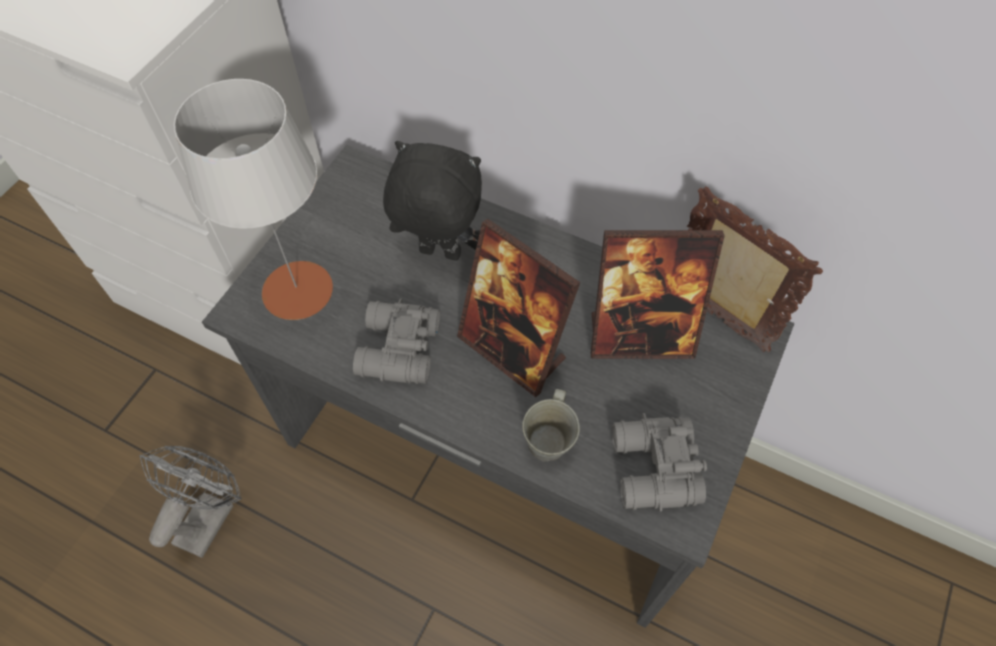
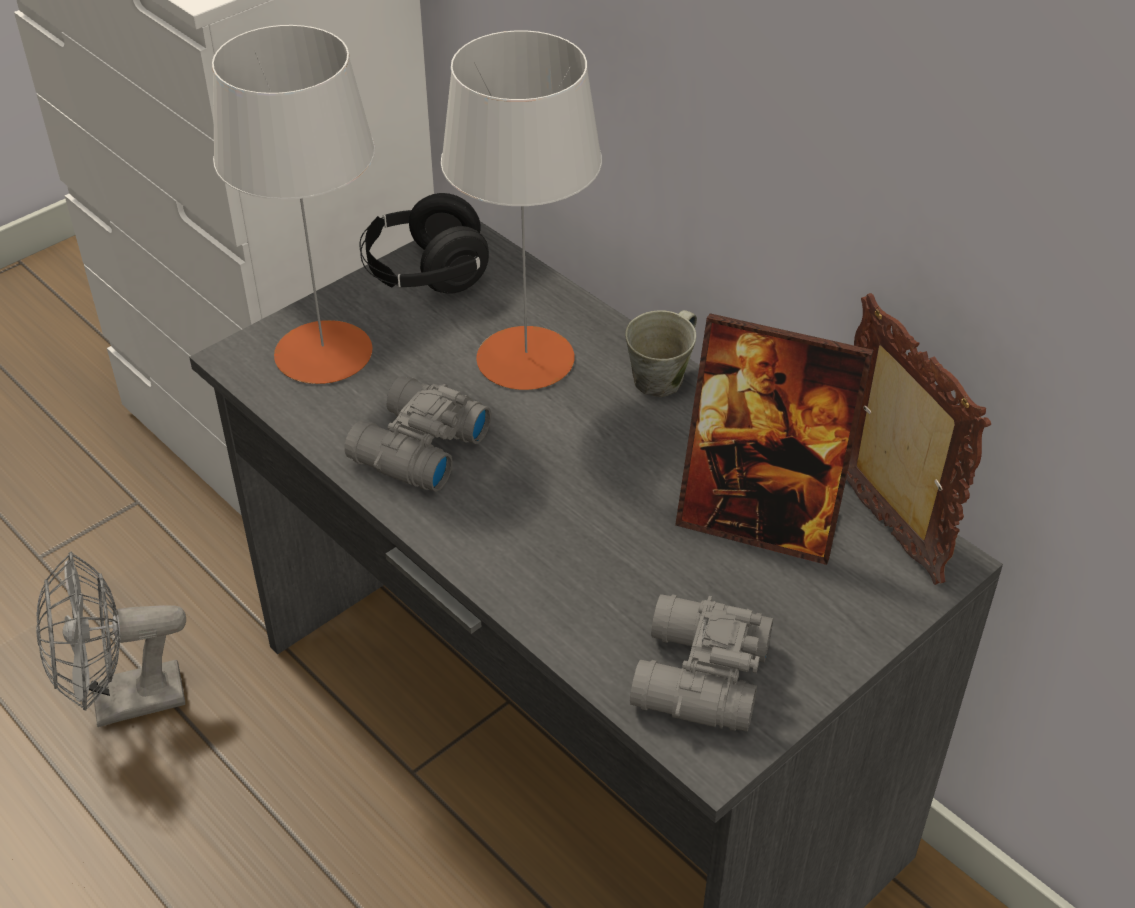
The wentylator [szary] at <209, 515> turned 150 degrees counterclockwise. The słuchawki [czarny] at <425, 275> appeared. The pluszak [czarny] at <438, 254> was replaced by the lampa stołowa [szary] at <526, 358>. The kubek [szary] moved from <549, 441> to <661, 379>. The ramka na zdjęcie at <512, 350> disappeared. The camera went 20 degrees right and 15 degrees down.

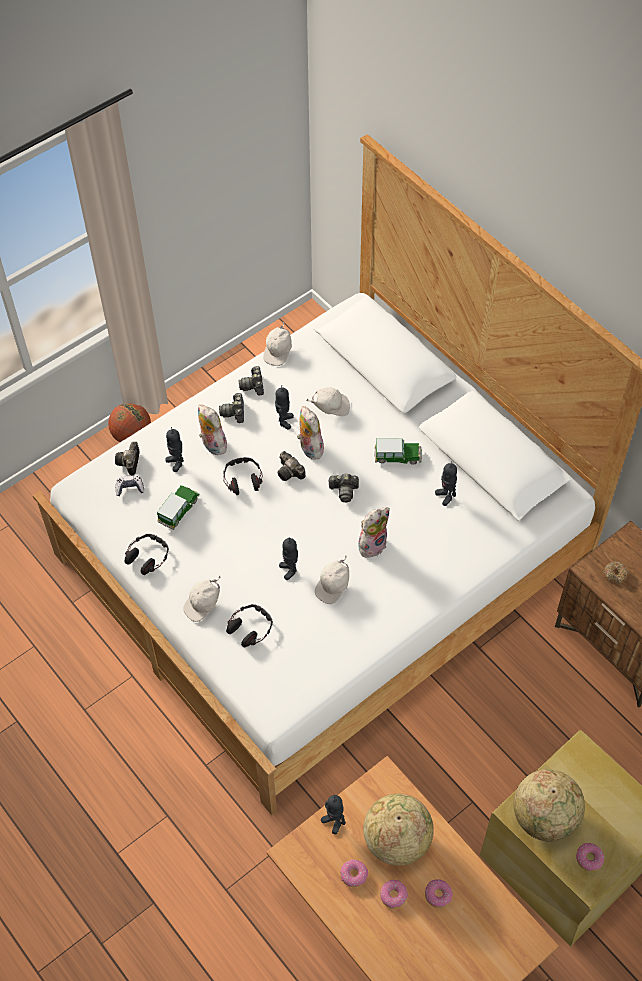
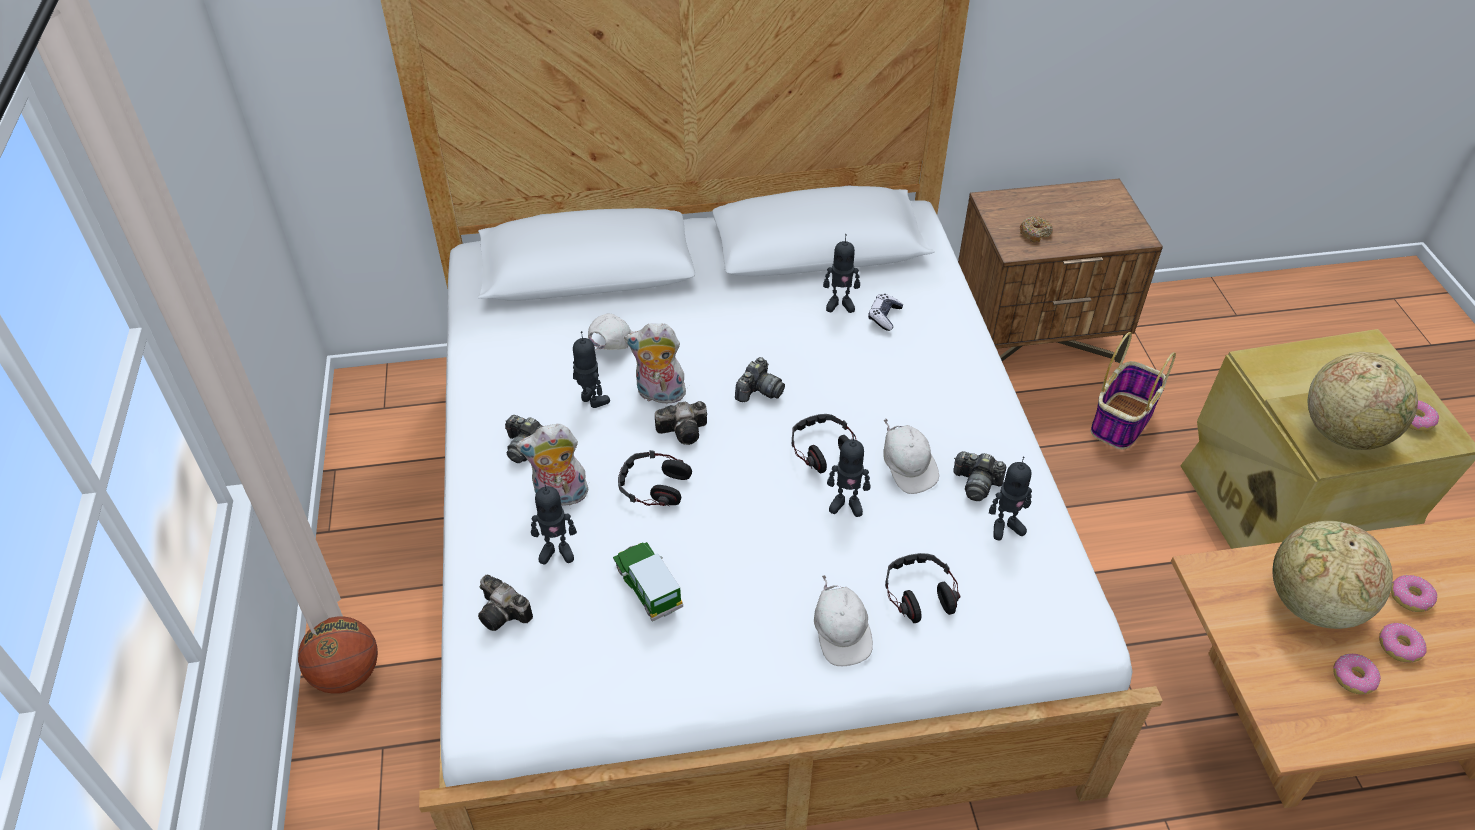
The słuchawki moved from <147, 556> to <823, 449>. The pad do gier moved from <130, 488> to <884, 316>. The aparat fotograficzny moved from <253, 386> to <976, 484>. The robot zabawkowy moved from <334, 821> to <1005, 527>. The koszyk at <1122, 420> appeared. The czapka z daszkiem [biały] at <278, 352> disappeared. The pluszak at <372, 544> disappeared. The samochodzik at <398, 456> disappeared. The camera went 60 degrees left and 10 degrees down.

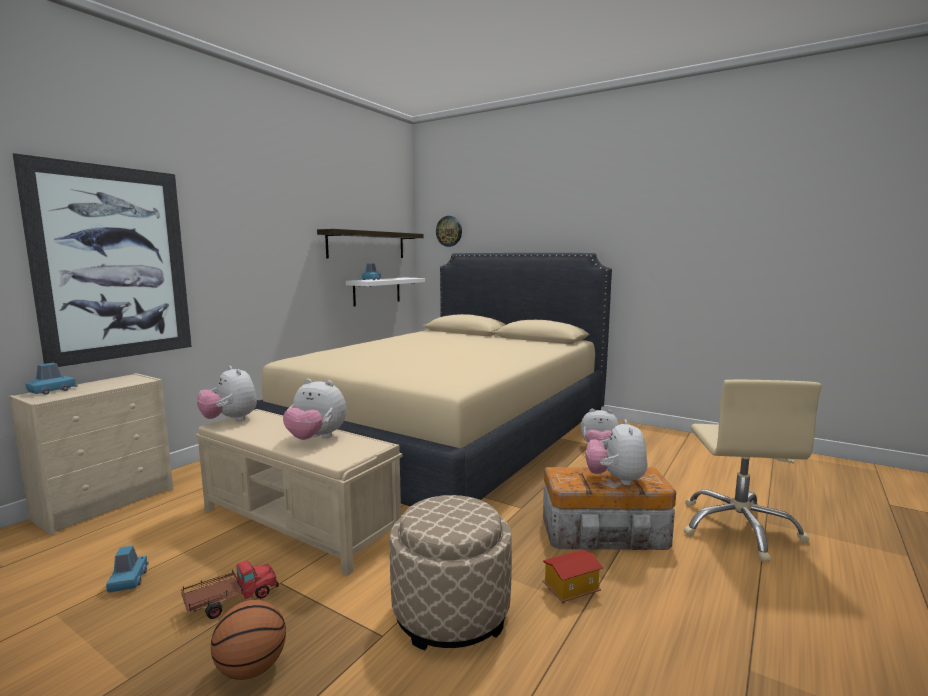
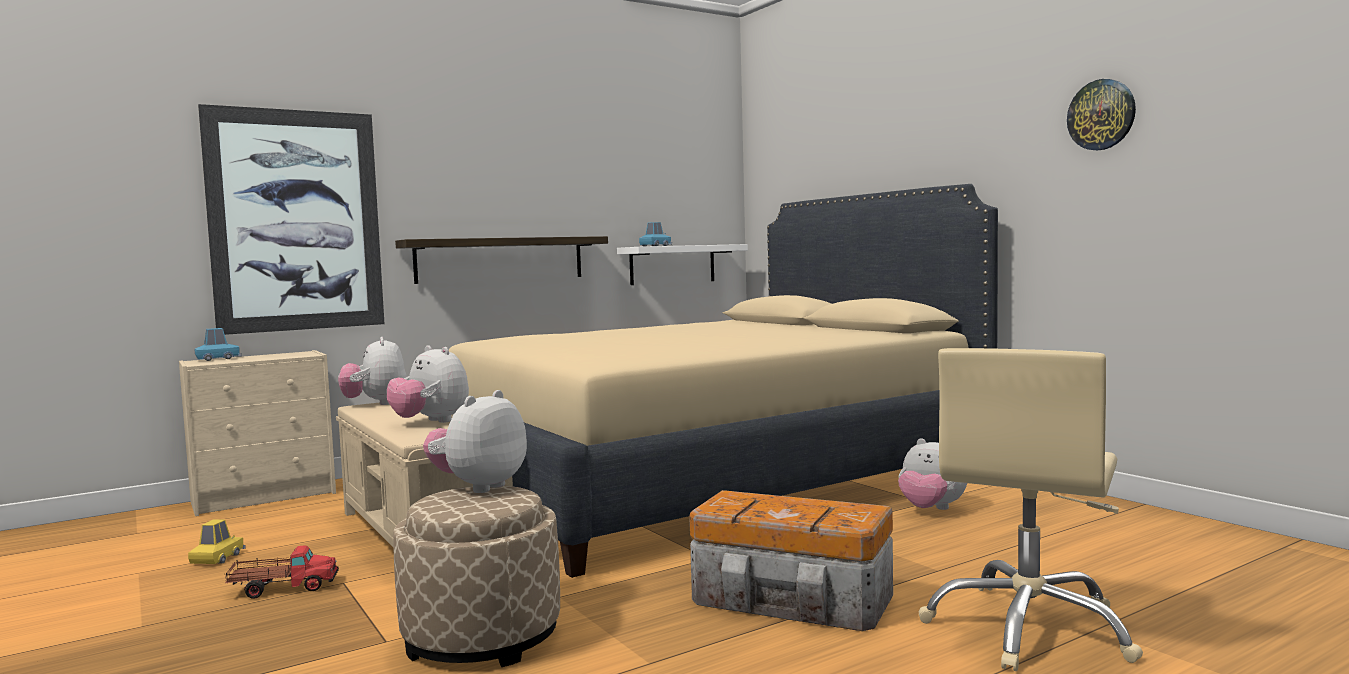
The samochodzik [niebieski] at <128, 580> became the samochodzik [żółty] at <217, 558>. The półka moved from <367, 245> to <500, 259>. The pluszak moved from <615, 480> to <478, 487>. The zegar ścienny moved from <449, 231> to <1101, 115>. The piłka do koszykówki at <252, 668> disappeared. The domek at <571, 590> disappeared. The camera went 25 degrees right and 5 degrees down.

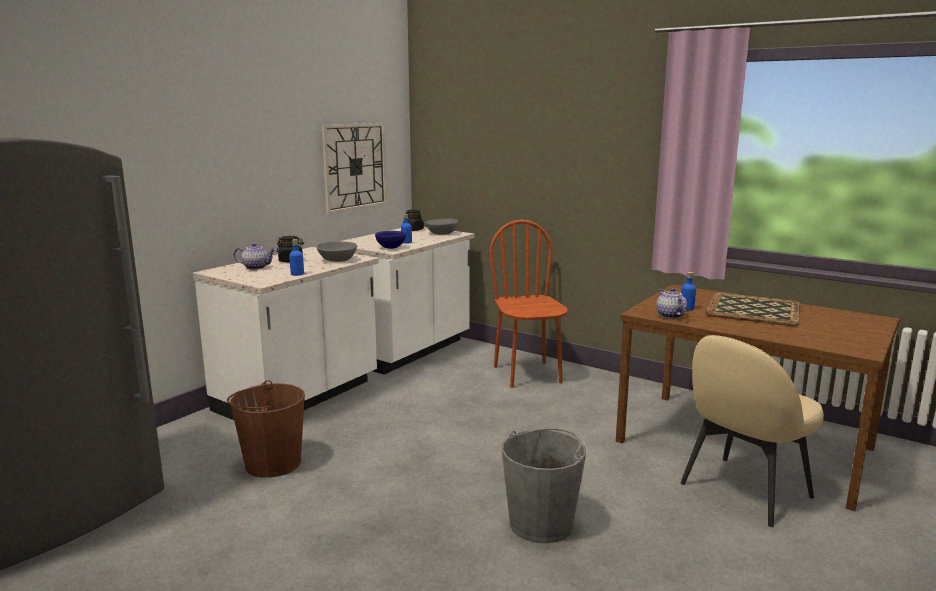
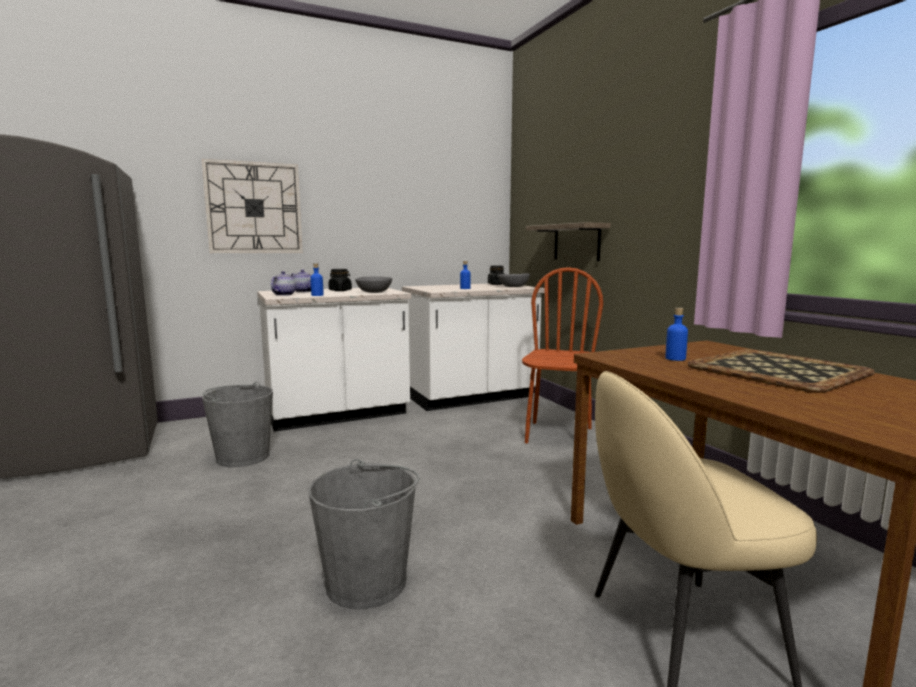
The zegar ścienny moved from <354, 166> to <254, 208>. The wiadro [brązowy] at <272, 463> became the wiadro [szary] at <242, 457>. The imbryk moved from <669, 316> to <283, 295>. The półka at <576, 242> appeared. The miska [niebieski] at <391, 248> disappeared. The camera went 30 degrees right and 5 degrees down.

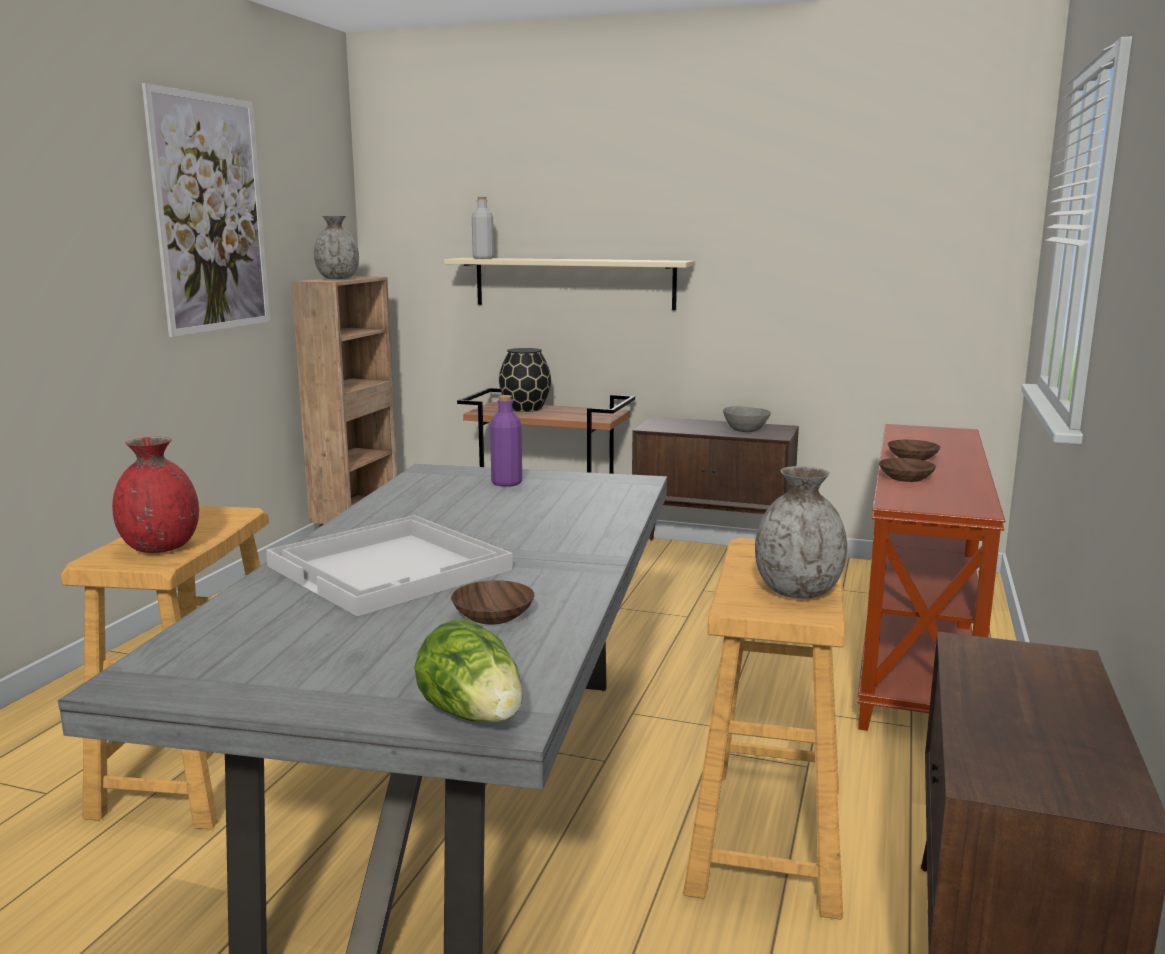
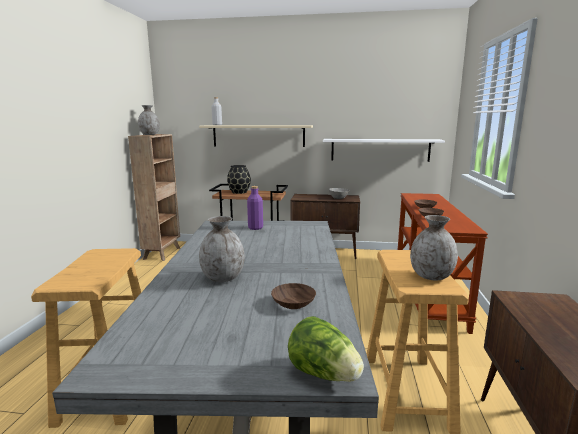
The taca [biały] at <392, 567> was replaced by the wazon [szary] at <223, 278>. The półka [biały] at <380, 150> appeared. The wazon [czerwony] at <160, 548> disappeared. The obraz at <211, 214> disappeared. The camera went 10 degrees left and 0 degrees up.

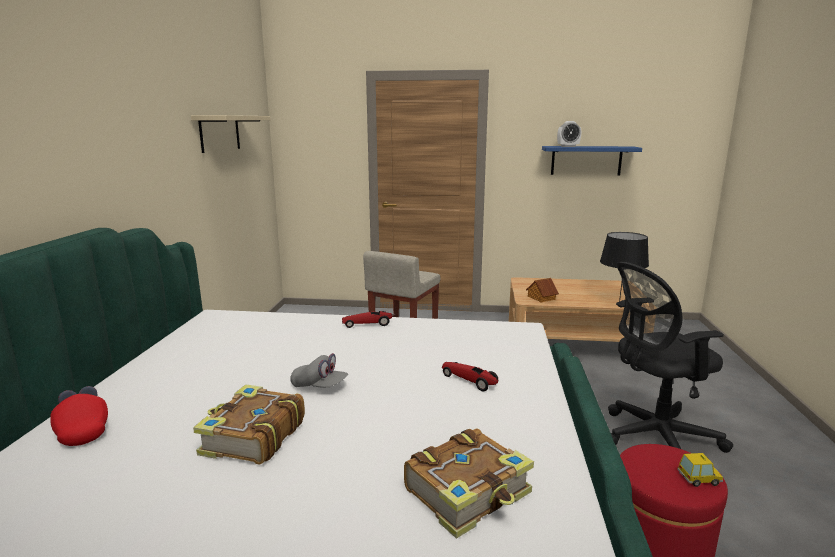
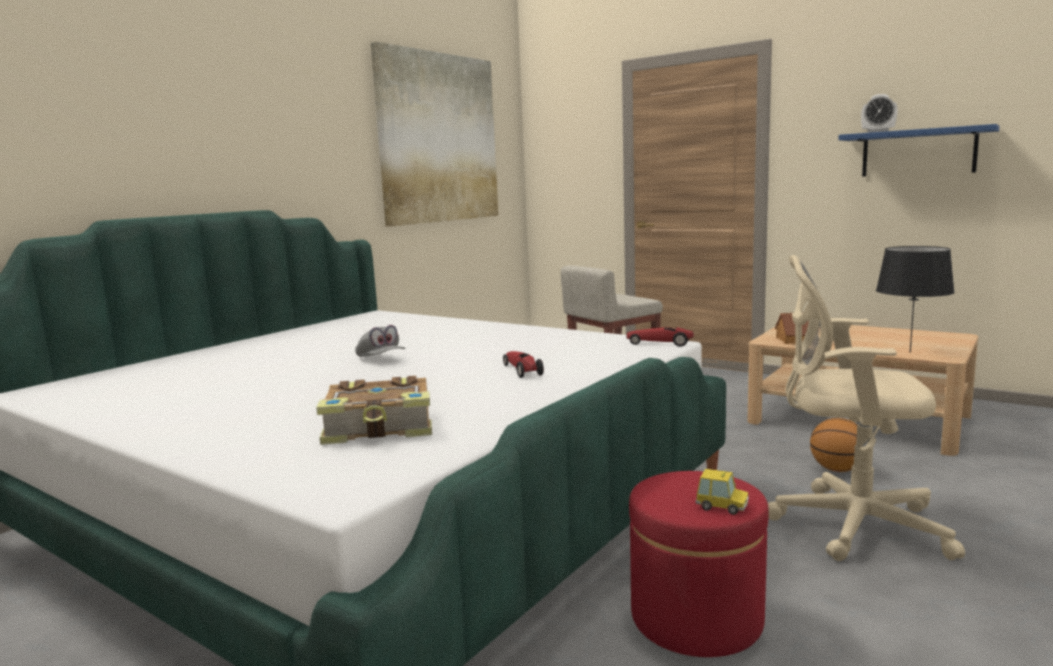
The półka [beżowy] at <220, 133> was replaced by the obraz at <438, 138>. The samochodzik moved from <367, 324> to <660, 344>. The krzesło biurowe [czarny] at <653, 438> became the krzesło biurowe [beżowy] at <850, 524>. The piłka do koszykówki at <837, 469> appeared. The czapka z daszkiem [czerwony] at <83, 430> disappeared. The książka at <252, 437> disappeared. The camera went 30 degrees right and 5 degrees down.

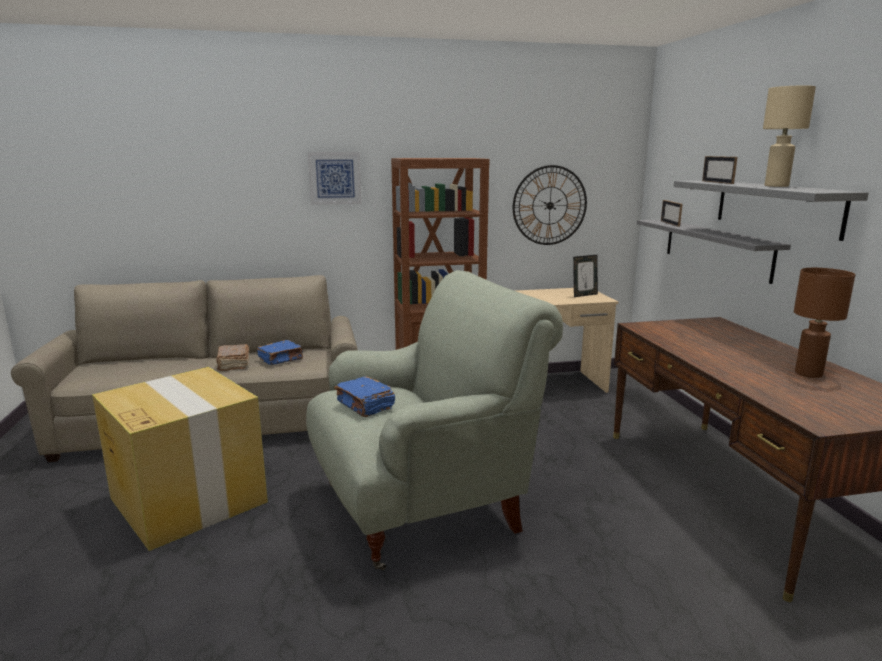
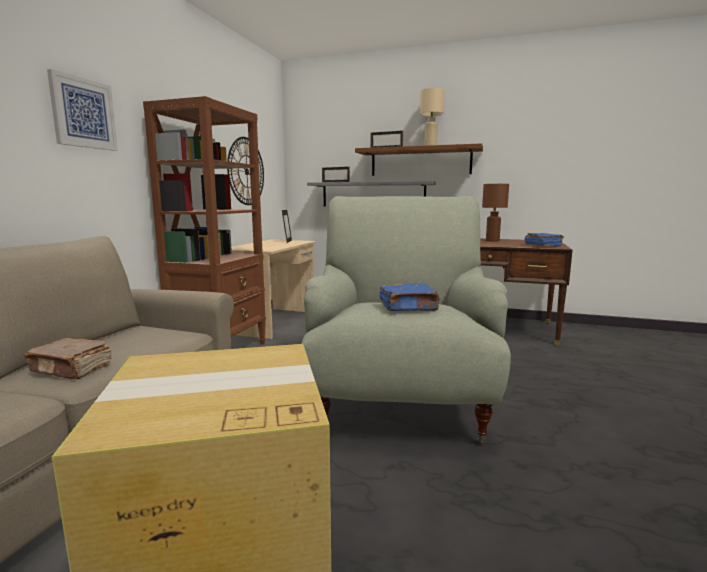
The półka [szary] at <776, 207> became the półka [brązowy] at <420, 162>. The książka [niebieski] moved from <281, 360> to <542, 246>. The camera went 60 degrees left and 5 degrees down.

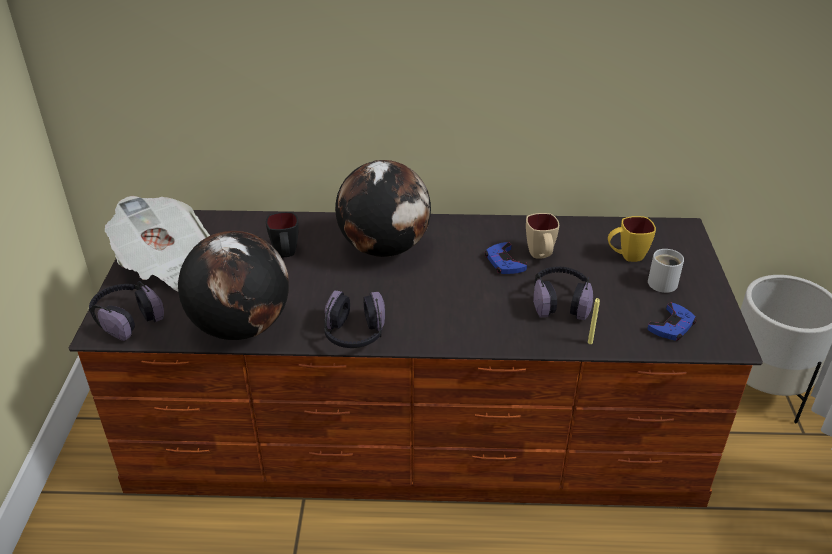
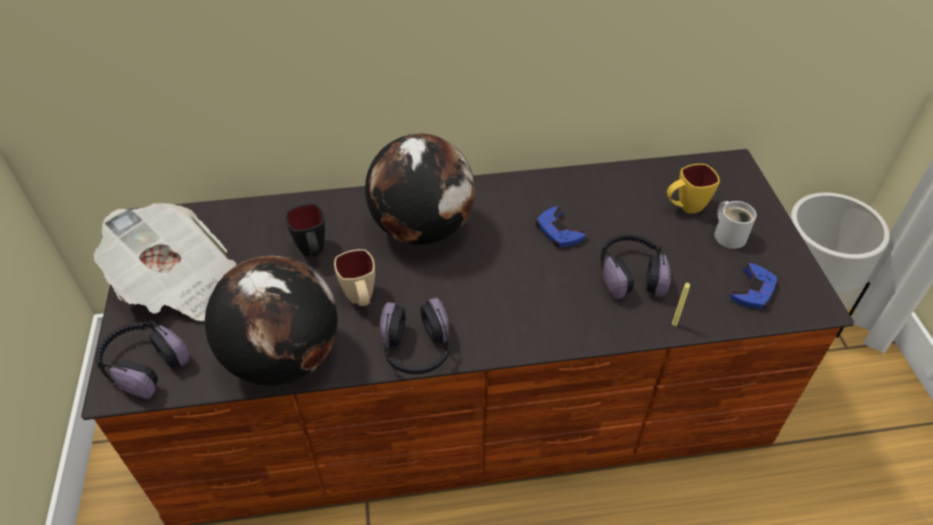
The kubek [beżowy] moved from <540, 256> to <361, 300>. The camera went 10 degrees left and 10 degrees up.

